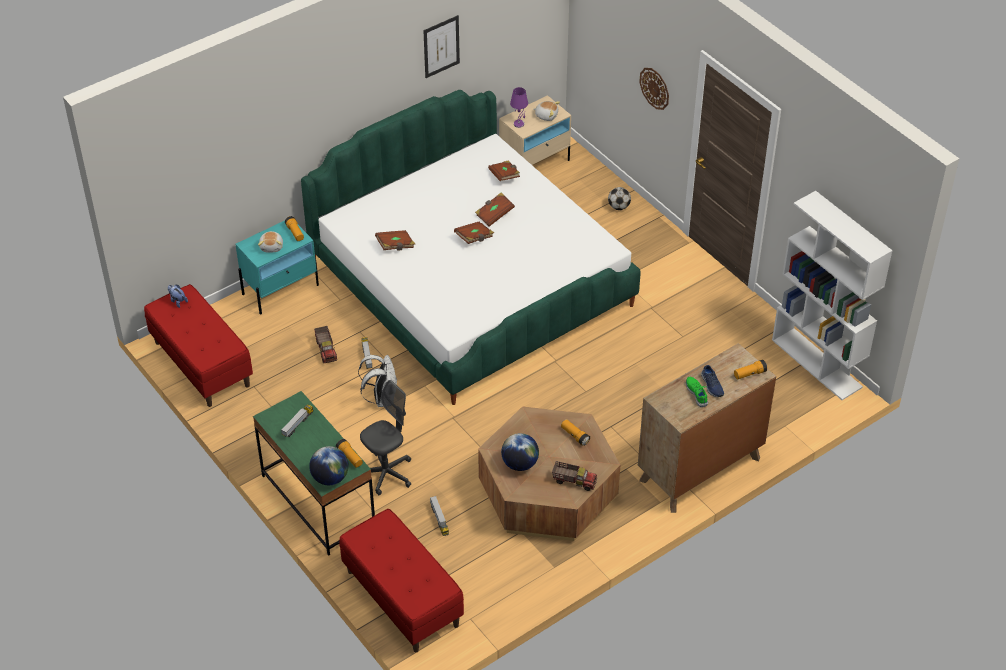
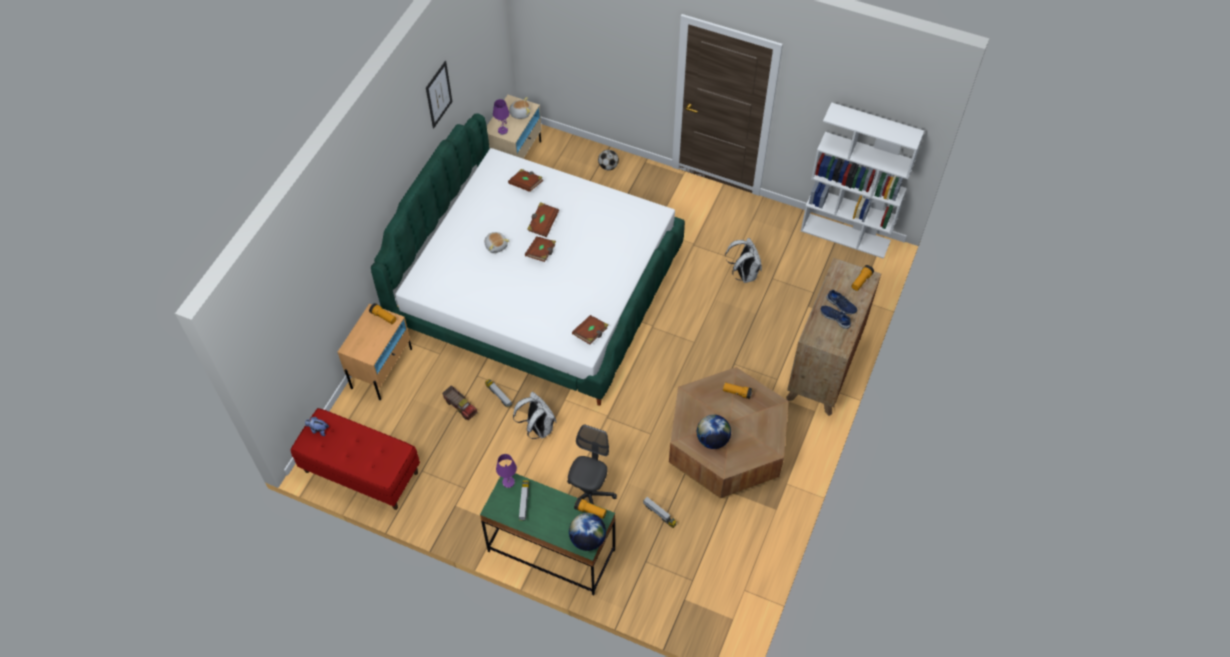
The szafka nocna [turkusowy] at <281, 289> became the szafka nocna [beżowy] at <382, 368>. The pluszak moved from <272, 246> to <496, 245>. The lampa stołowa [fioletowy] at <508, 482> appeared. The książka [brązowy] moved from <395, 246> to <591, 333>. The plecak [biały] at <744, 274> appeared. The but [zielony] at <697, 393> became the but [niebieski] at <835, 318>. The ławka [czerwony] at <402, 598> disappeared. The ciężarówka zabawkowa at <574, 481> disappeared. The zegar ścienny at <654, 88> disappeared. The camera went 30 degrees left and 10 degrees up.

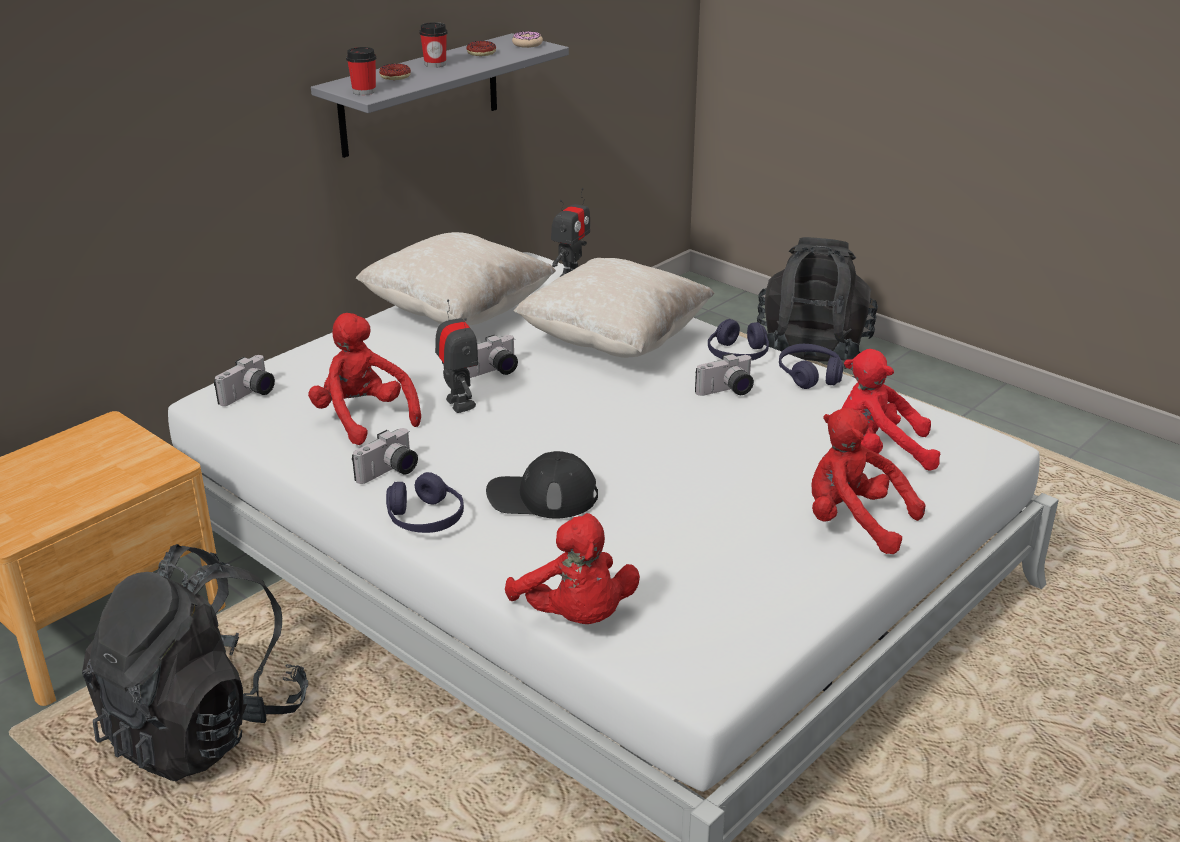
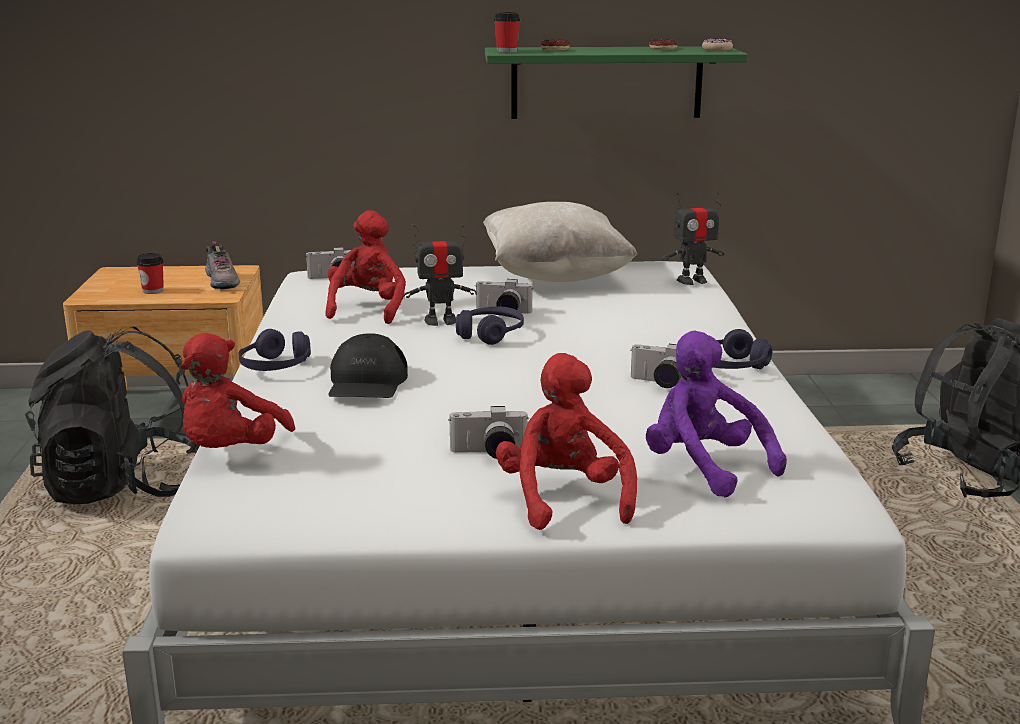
The filiżanka moved from <435, 64> to <153, 291>. The but at <223, 281> appeared. The czapka z daszkiem [czarny] at <542, 496> turned 135 degrees counterclockwise. The robot zabawkowy at <459, 403> turned 60 degrees clockwise. The aparat fotograficzny moved from <390, 473> to <489, 453>. The słuchawki [fioletowy] moved from <809, 375> to <490, 334>. The półka [szary] at <420, 95> became the półka [zielony] at <606, 82>. The pluszak [czerwony] at <878, 452> became the pluszak [fioletowy] at <703, 468>. The poduszka [beżowy] at <614, 342> disappeared. The camera went 45 degrees right and 10 degrees down.

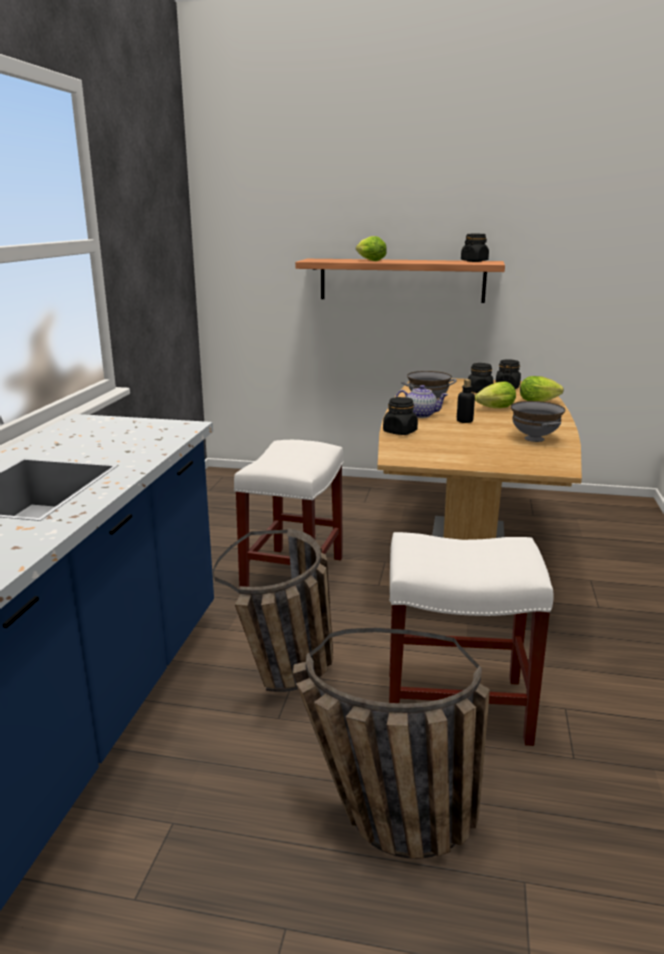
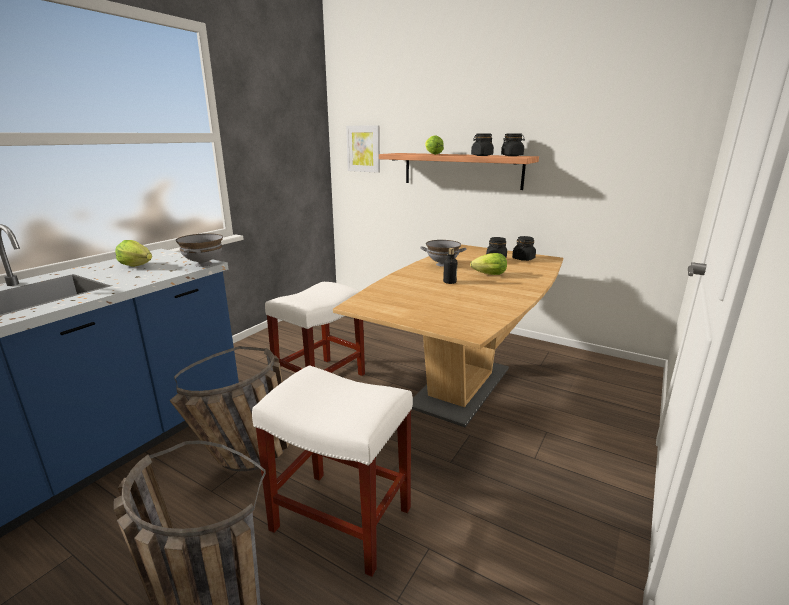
The sałata moved from <540, 402> to <138, 266>. The miska [szary] moved from <533, 439> to <203, 264>. The obraz at <364, 149> appeared. The słoik [czarny] moved from <400, 432> to <481, 155>. The imbryk at <421, 415> disappeared. The camera went 20 degrees right and 0 degrees up.

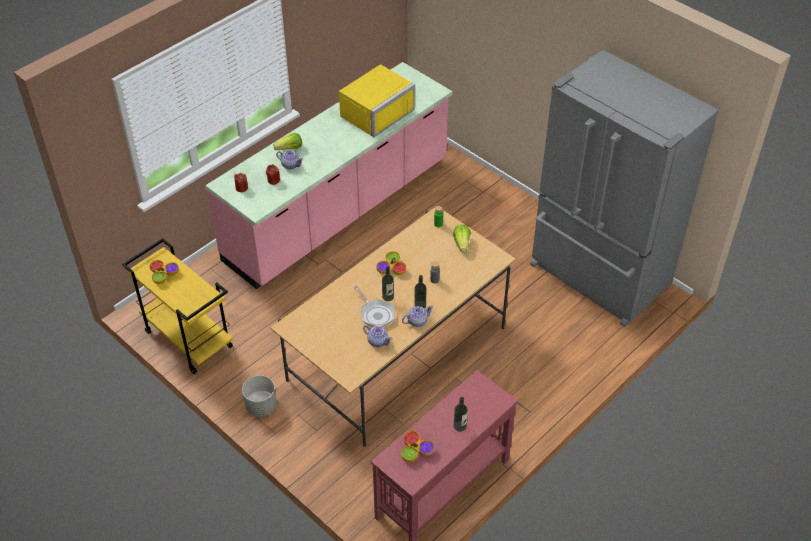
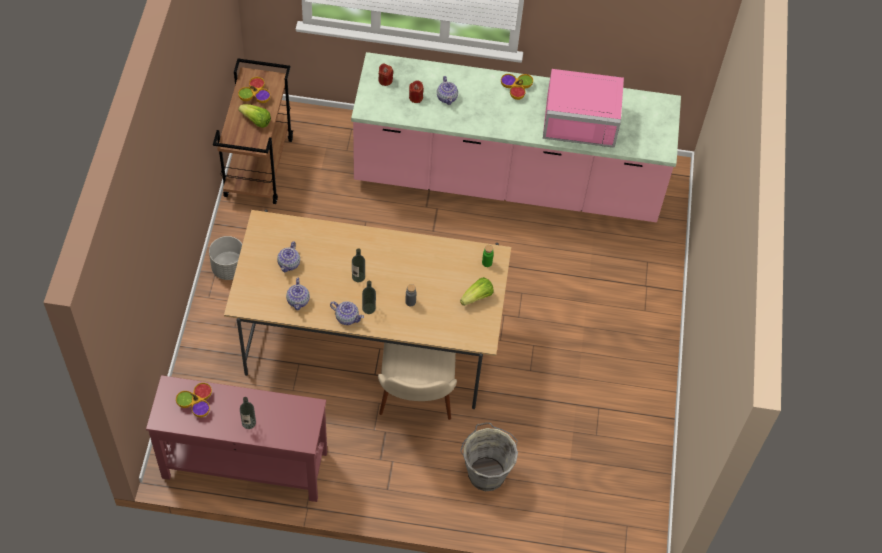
The wózek [żółty] at <187, 339> became the wózek [brązowy] at <258, 166>. The sałata moved from <290, 149> to <256, 121>. The imbryk at <289, 263> appeared. The krzesło [beżowy] at <416, 404> appeared. The wiadro [szary] at <486, 472> appeared. The miska moved from <391, 268> to <516, 88>. The mikrofalówka [żółty] at <374, 112> became the mikrofalówka [różowy] at <581, 117>. The patelnia at <375, 314> disappeared. The lodówka [szary] at <597, 277> disappeared. The camera went 50 degrees right and 10 degrees up.

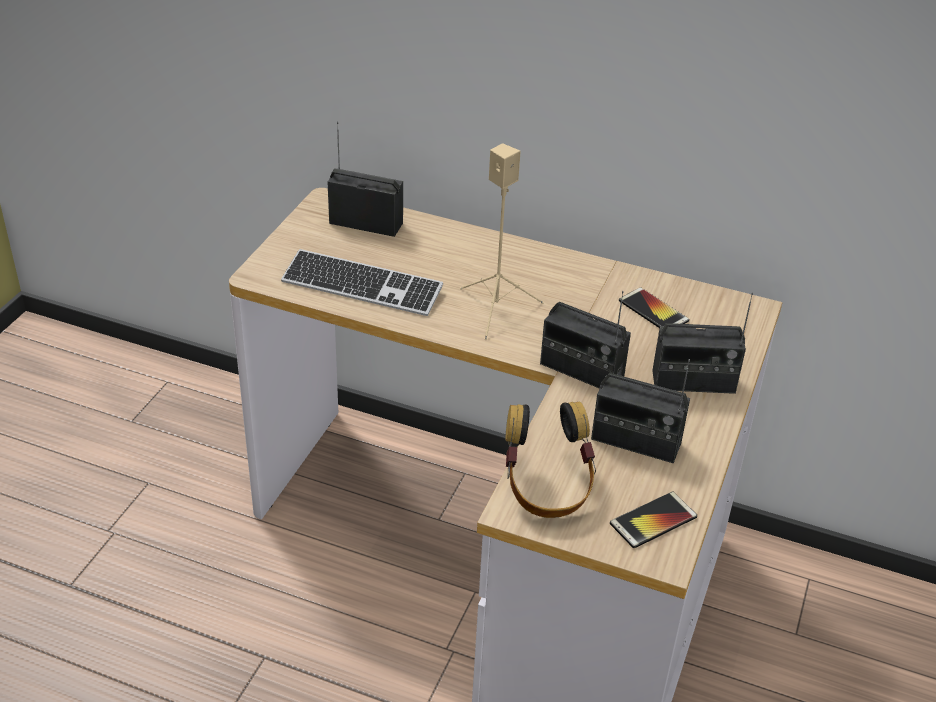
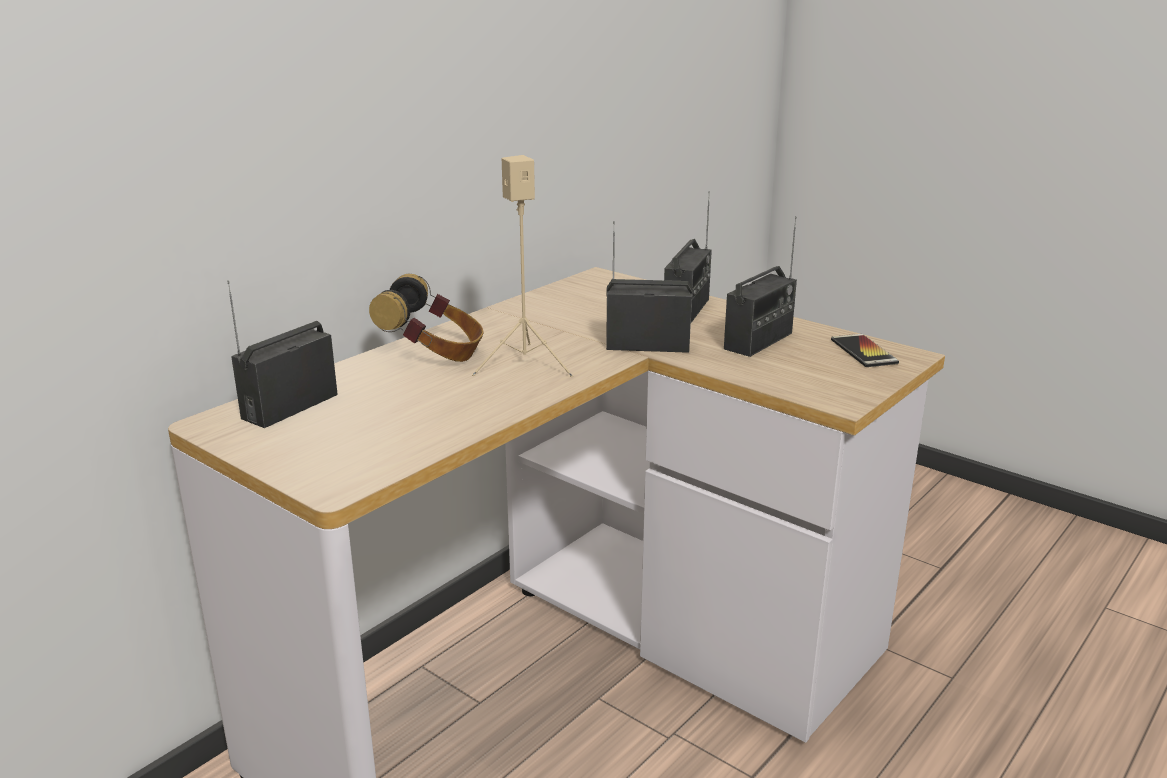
The słuchawki moved from <547, 488> to <434, 354>. The radio at <581, 370> turned 135 degrees counterclockwise. The klawiatura at <362, 286> disappeared. The telefon at <653, 311> disappeared. The camera went 70 degrees left and 15 degrees down.

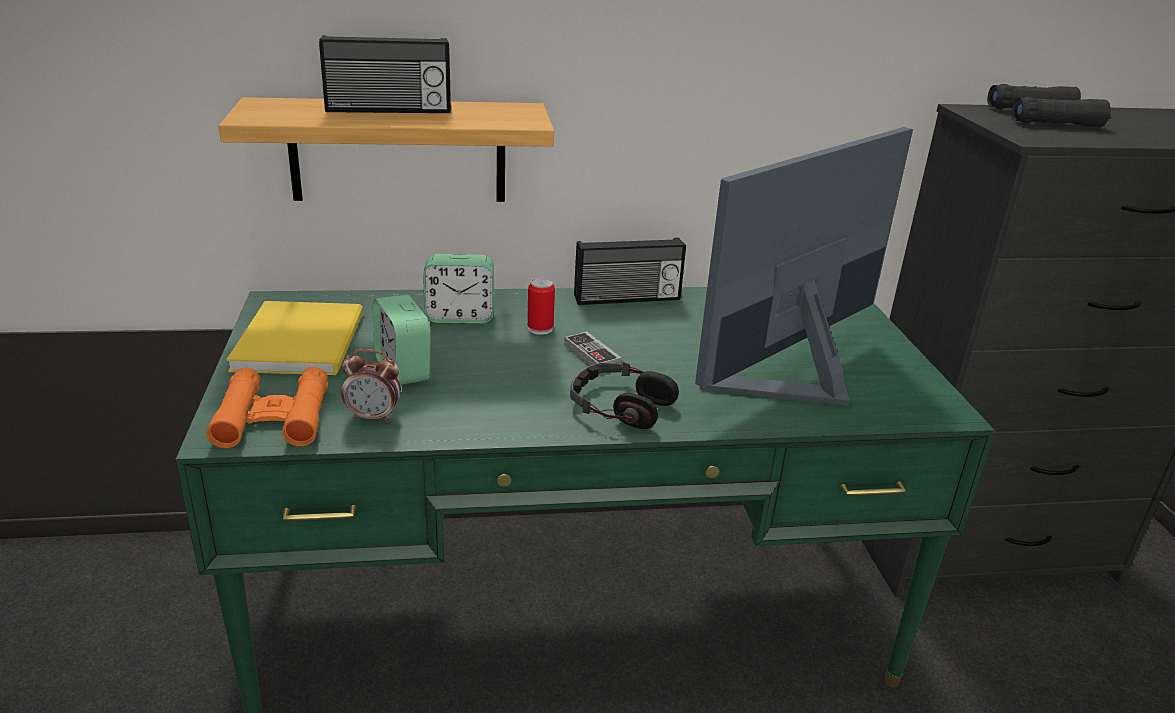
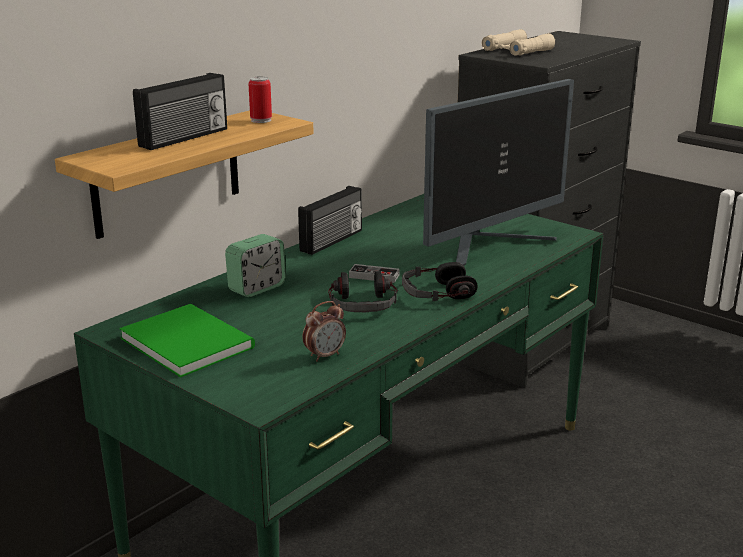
The książka [żółty] at <304, 340> became the książka [zielony] at <187, 340>. The puszka moved from <540, 329> to <261, 120>. The słuchawki at <363, 303> appeared. The monitor at <795, 379> turned 135 degrees counterclockwise. The lornetka [czarny] at <1042, 117> became the lornetka [beżowy] at <517, 50>. The lornetka [pomarańczowy] at <273, 418> disappeared. The budzik at <403, 370> disappeared. The camera went 40 degrees left and 5 degrees down.

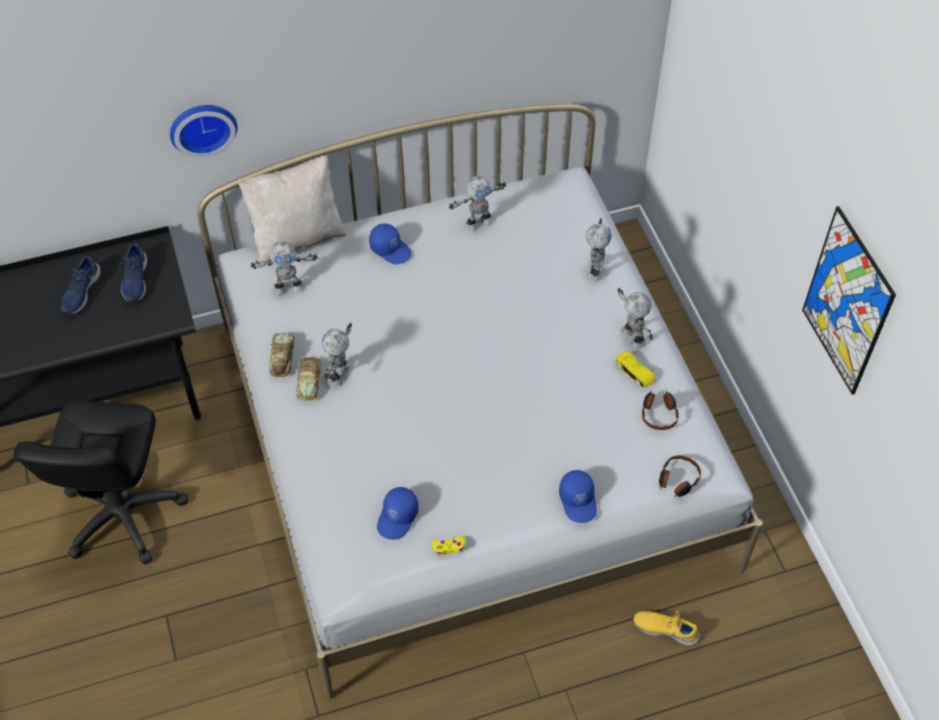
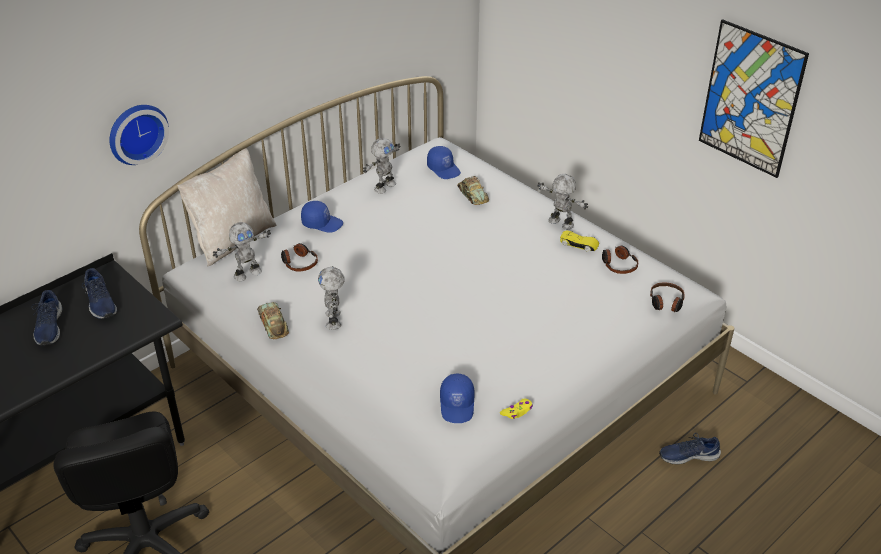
The słuchawki at <299, 263> appeared. The czapka z daszkiem [niebieski] moved from <579, 500> to <444, 169>. The samochodzik moved from <309, 381> to <472, 195>. The but [żółty] at <665, 629> became the but [niebieski] at <688, 455>. The robot zabawkowy at <594, 269> disappeared. The camera went 25 degrees left and 15 degrees down.

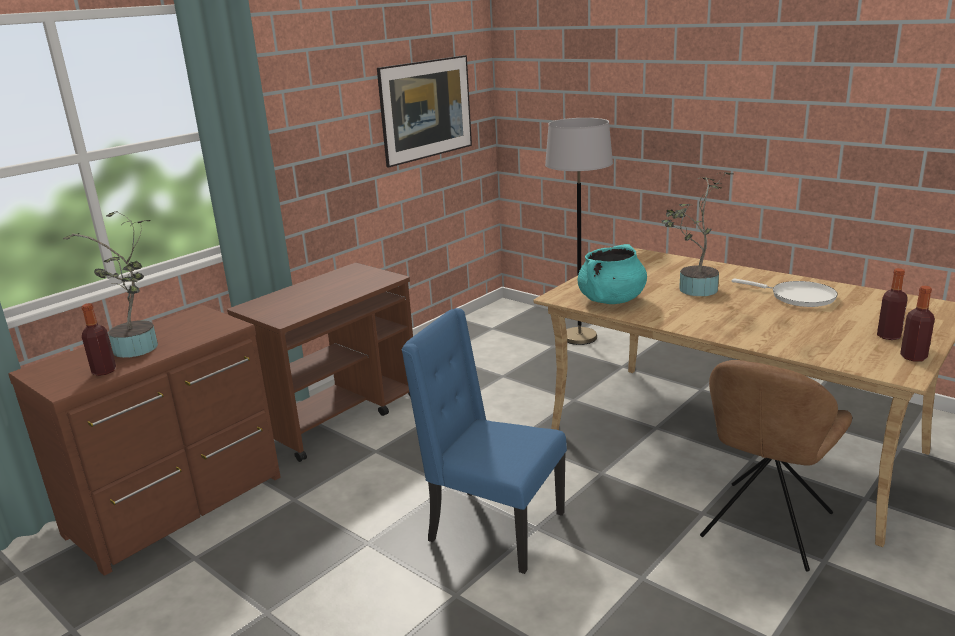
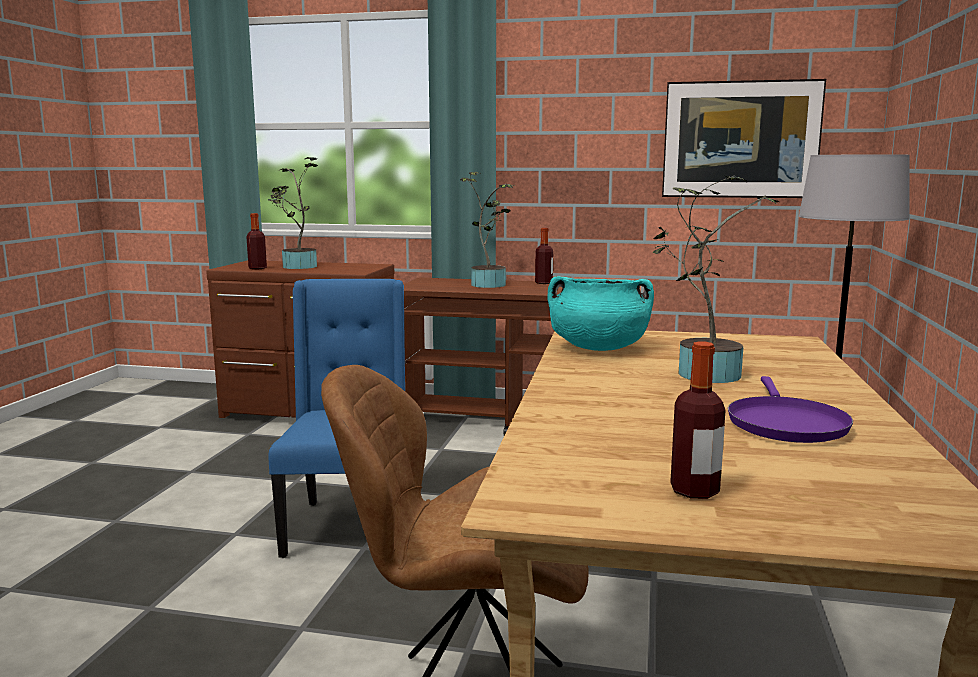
The roślina doniczkowa at <489, 284> appeared. The butelka moved from <913, 357> to <543, 283>. The patelnia [biały] at <798, 297> became the patelnia [fioletowy] at <785, 423>. The camera went 60 degrees right and 10 degrees down.

